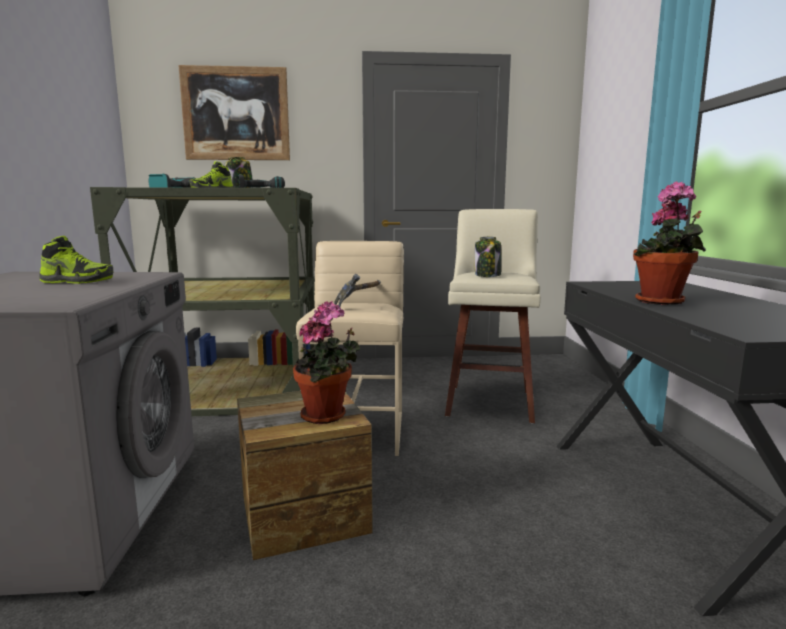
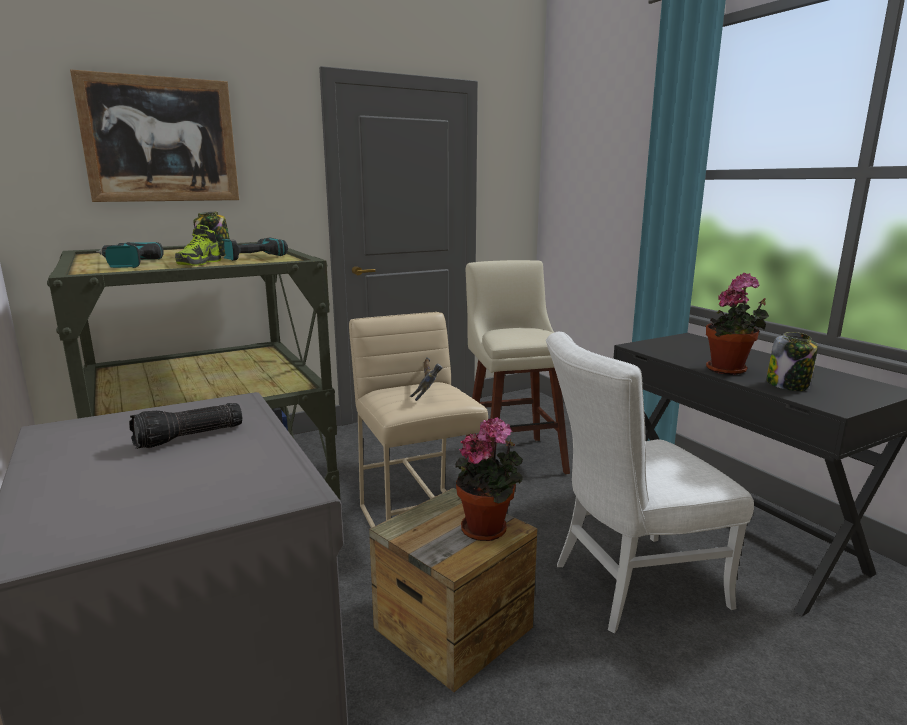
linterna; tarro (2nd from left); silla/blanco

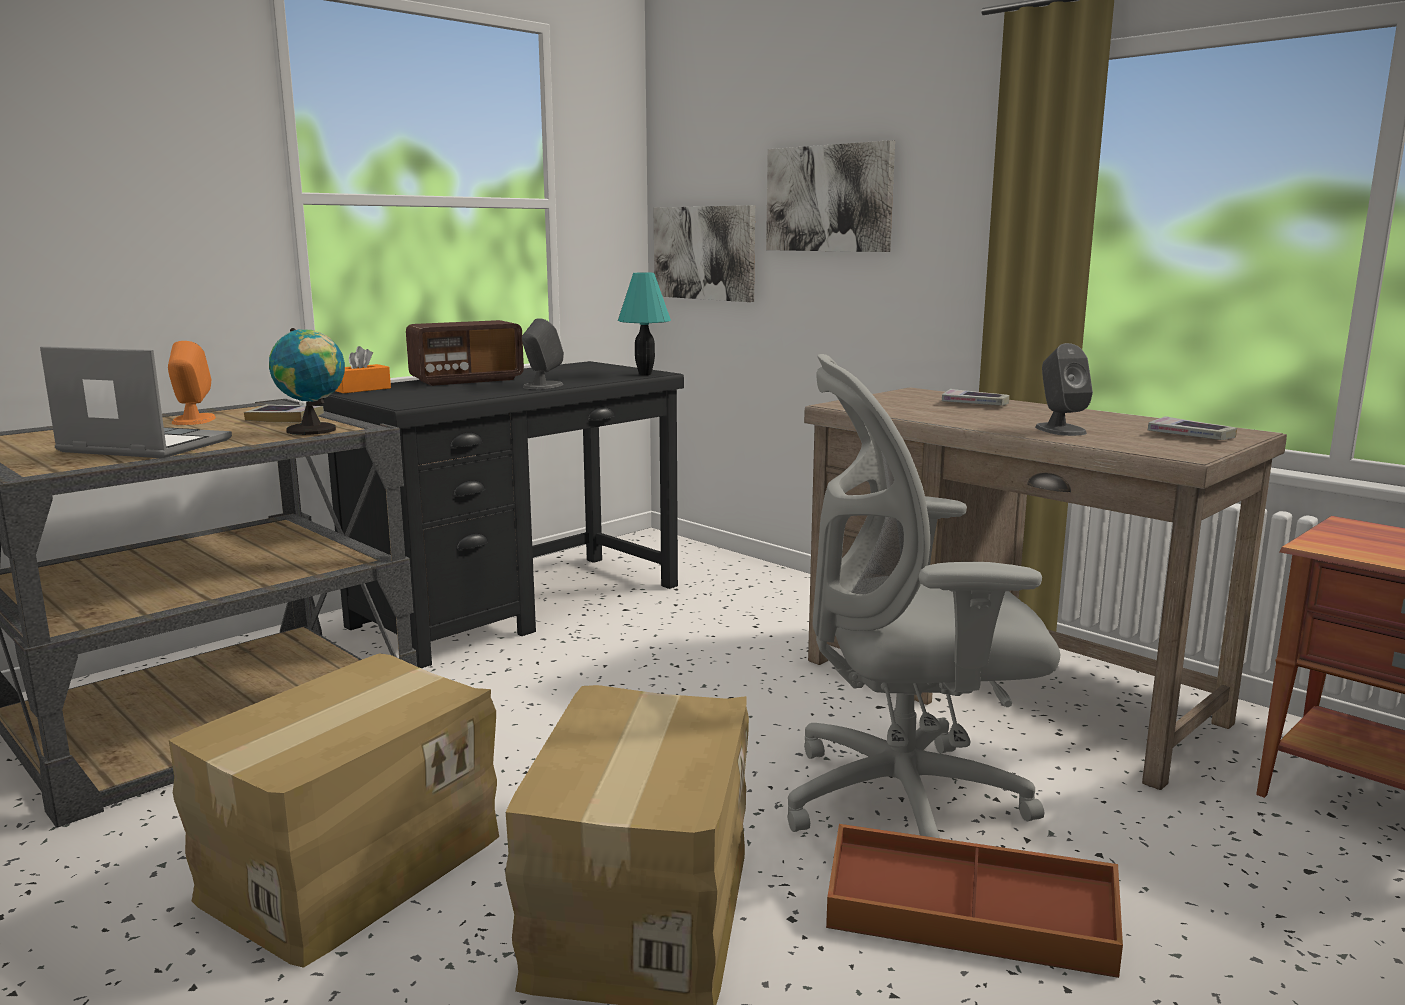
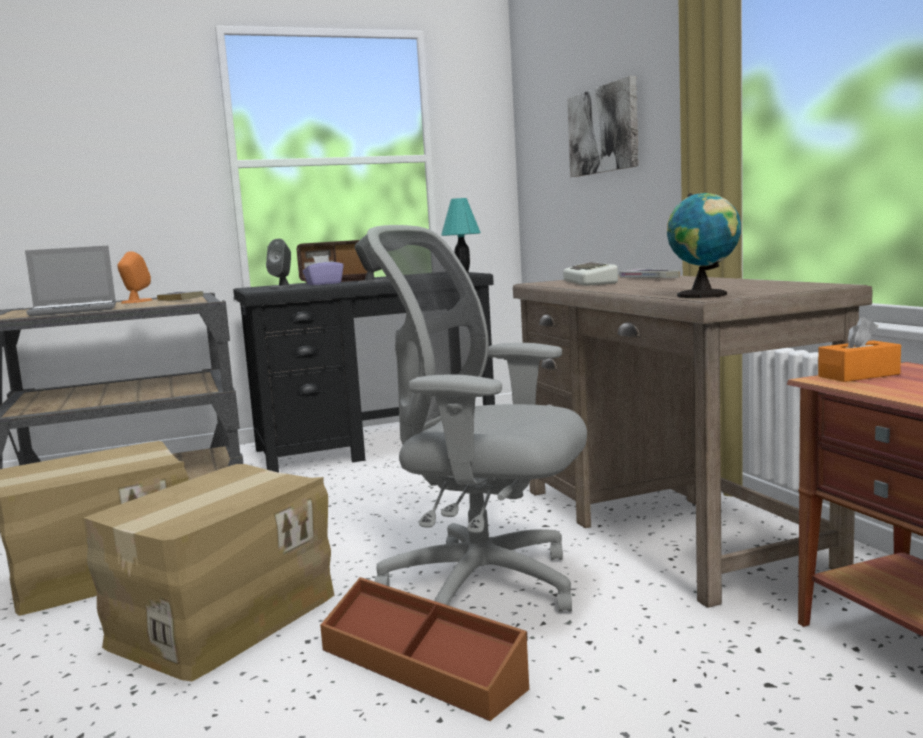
portátil; globo terráqueo; caja de pañuelos/naranja; cuadro (1st from left in the first image); altavoz/gris (1st from left); libro (3rd from left in the first image); caja de pañuelos/morado; teclado

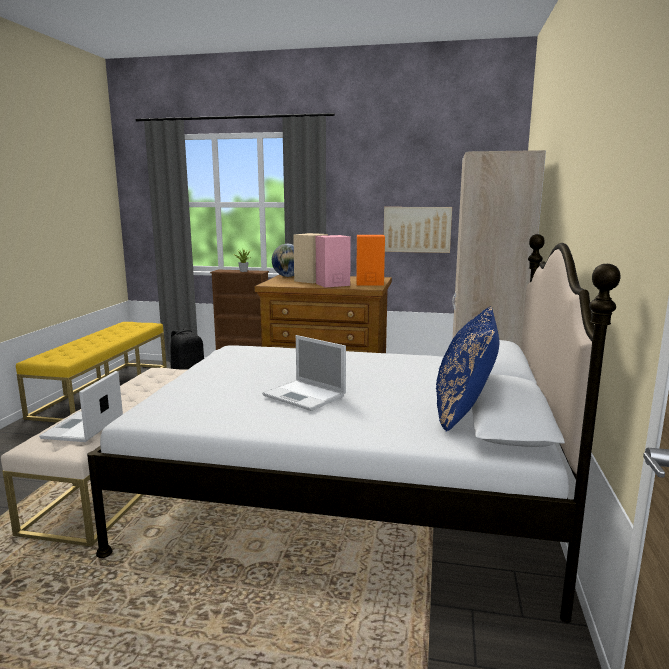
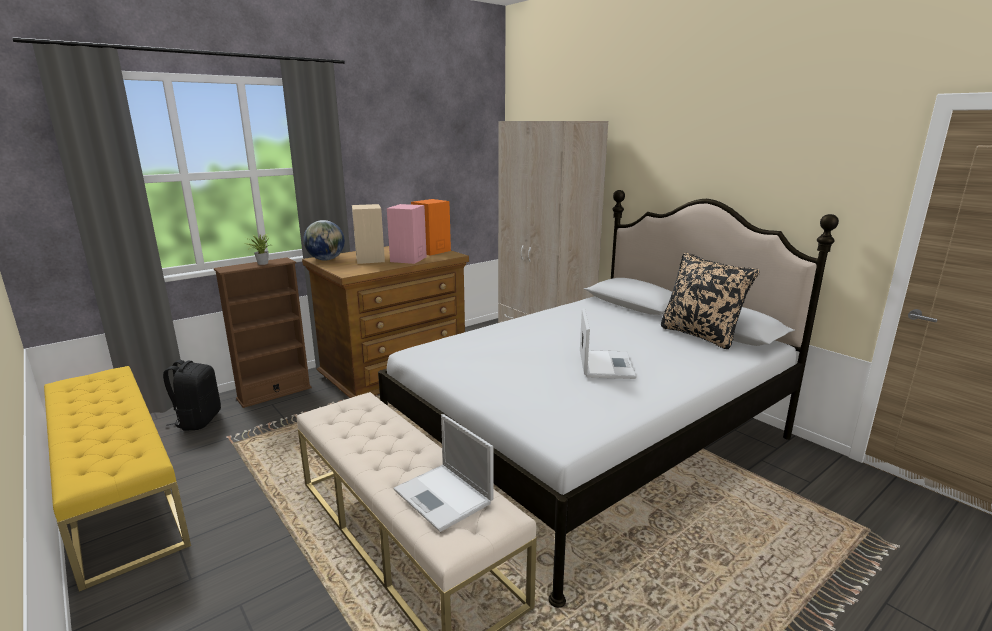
portátil (2nd from left); cuadro; cojín/negro

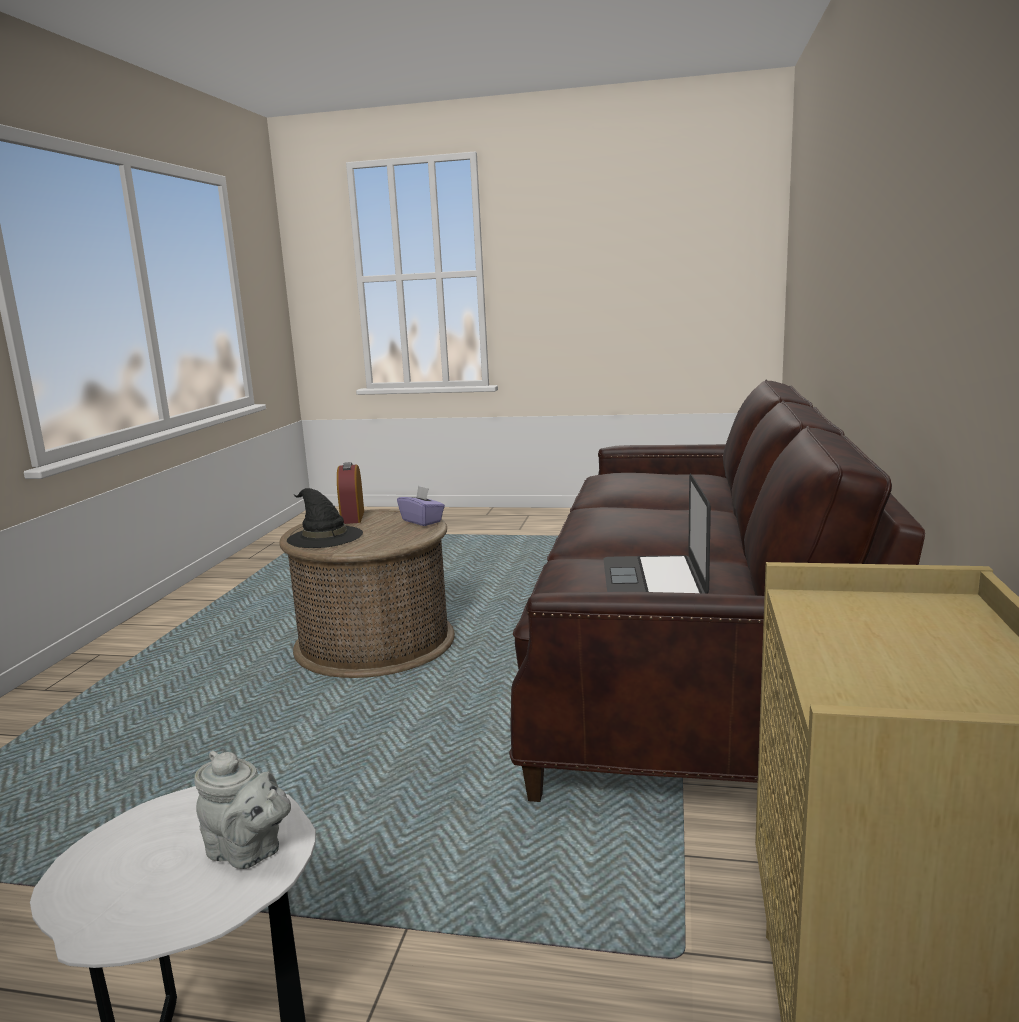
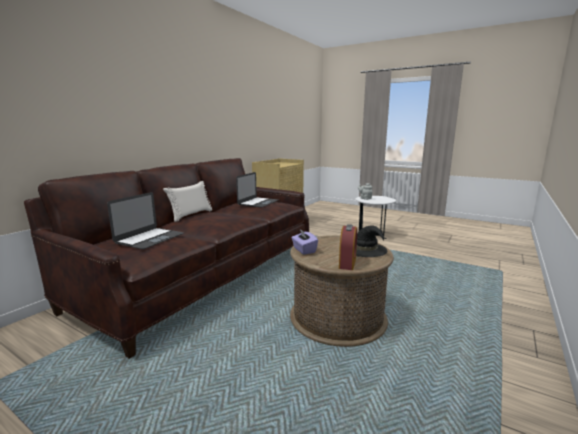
portátil (1st from left); cojín/blanco

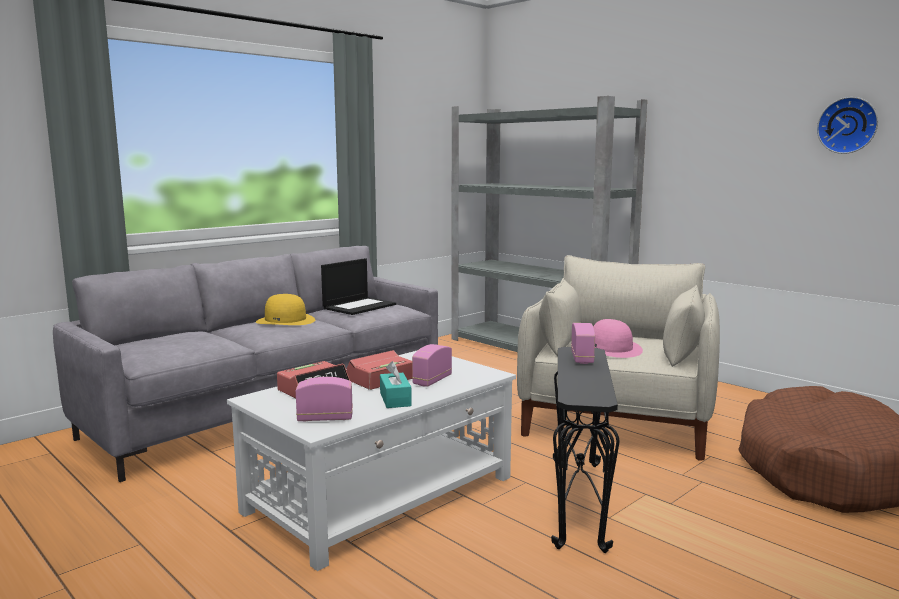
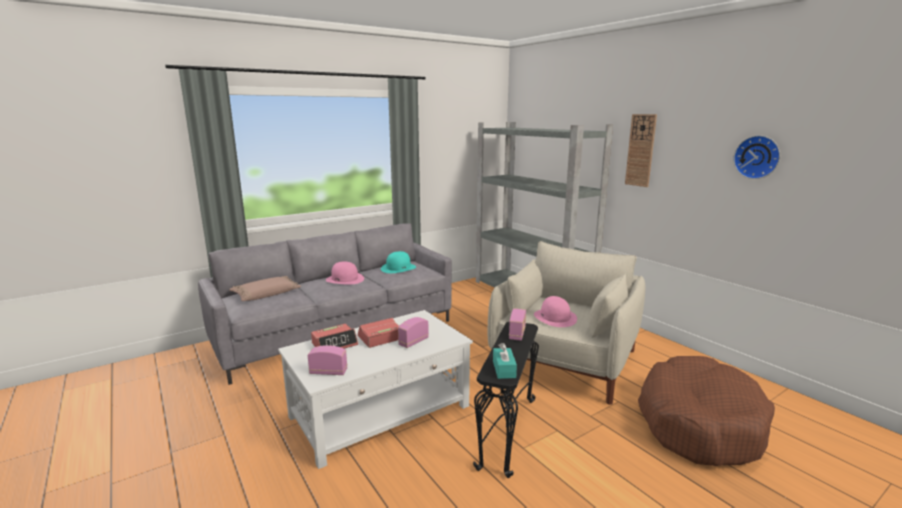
sombrero/rosa (1st from left); sombrero/turquesa; caja de pañuelos/turquesa; cojín/beis; reloj de pared (1st from left)

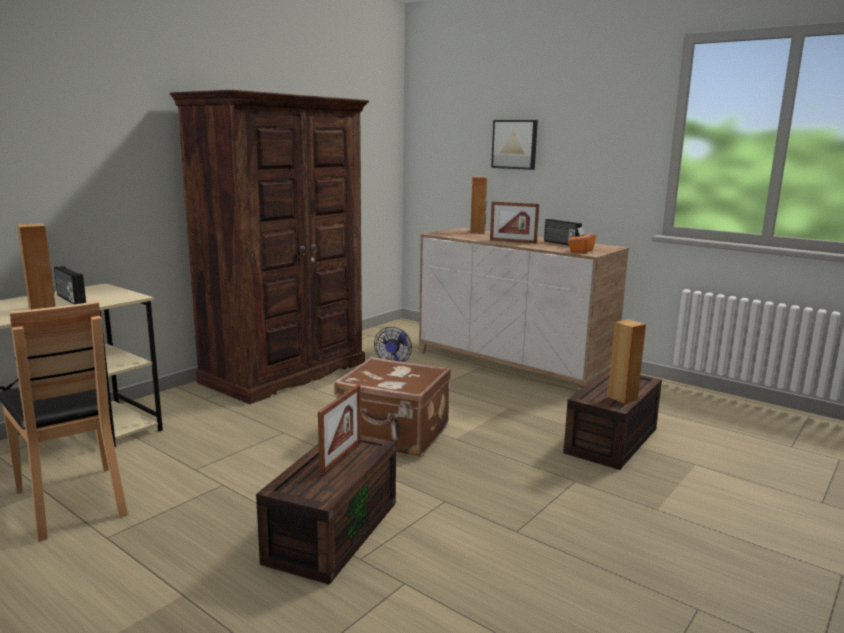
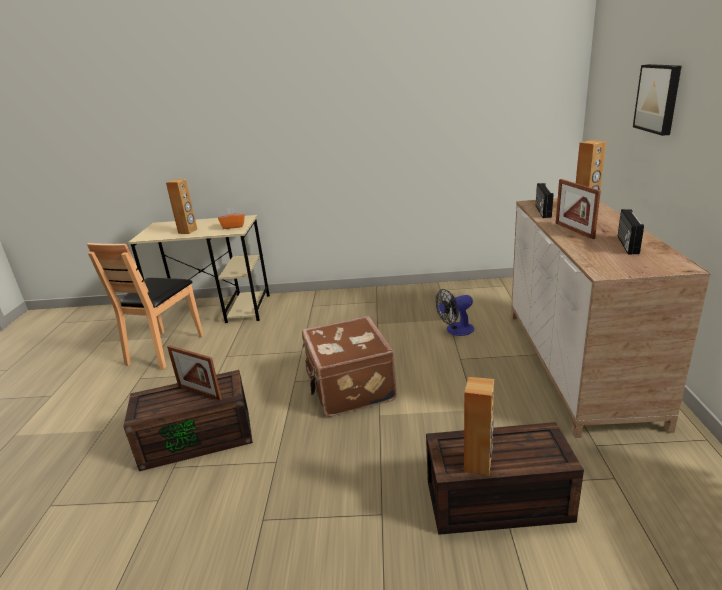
radio (1st from left); armario ropero/marrón; portarretratos (1st from left); caja de pañuelos/naranja

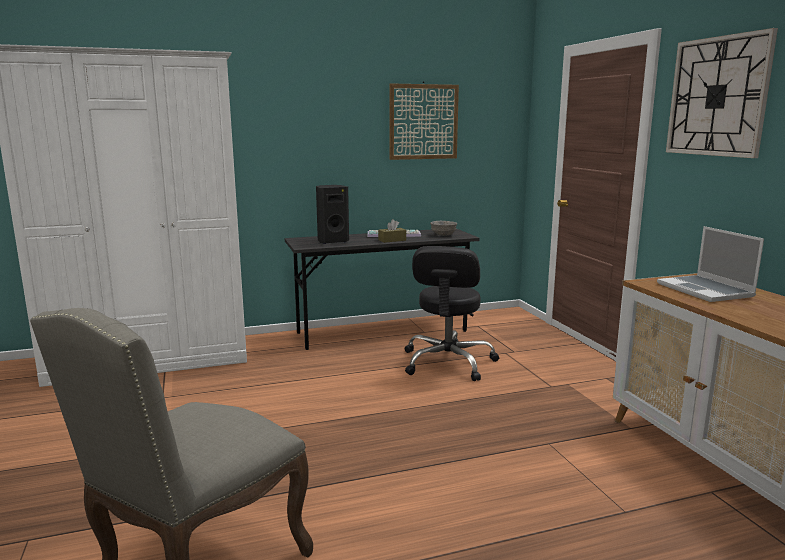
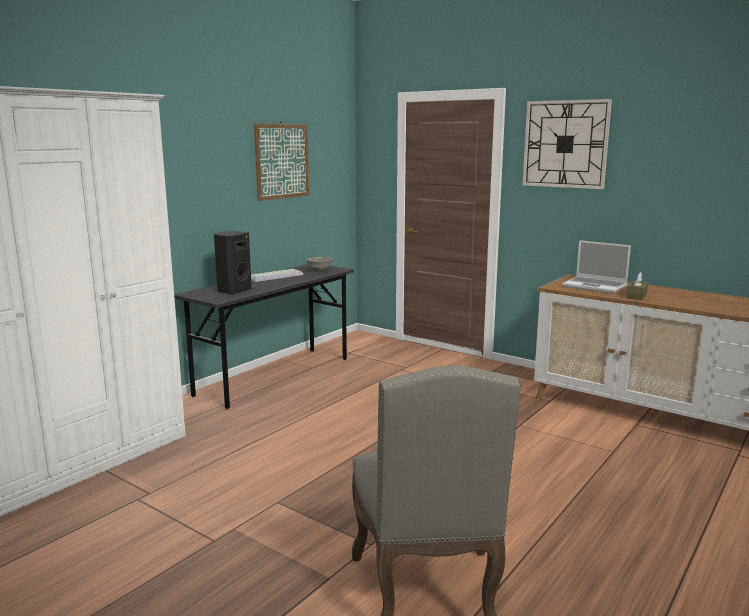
caja de pañuelos/marrón; silla de oficina/negro

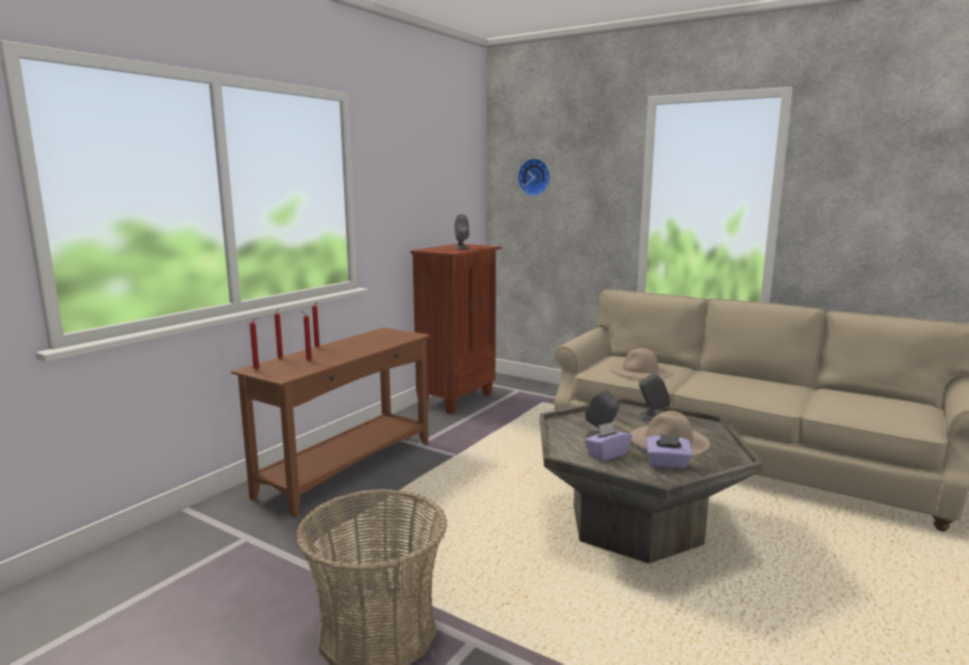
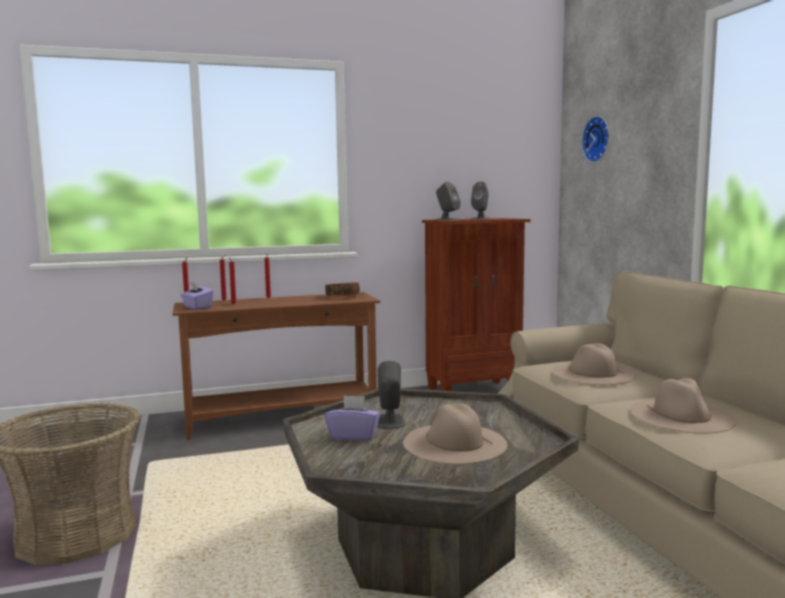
altavoz/gris (2nd from left); caja de pañuelos/morado (1st from left); cuenco; sombrero/beis (3rd from left)

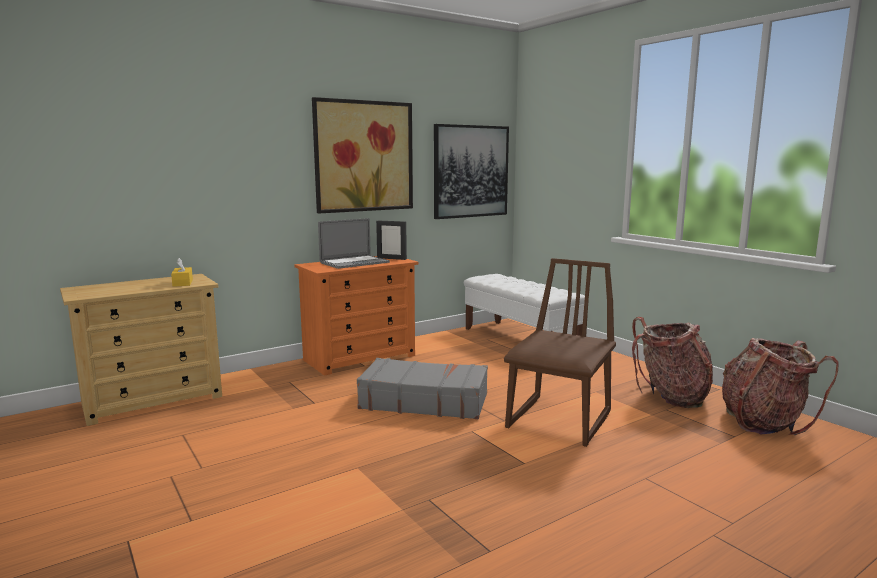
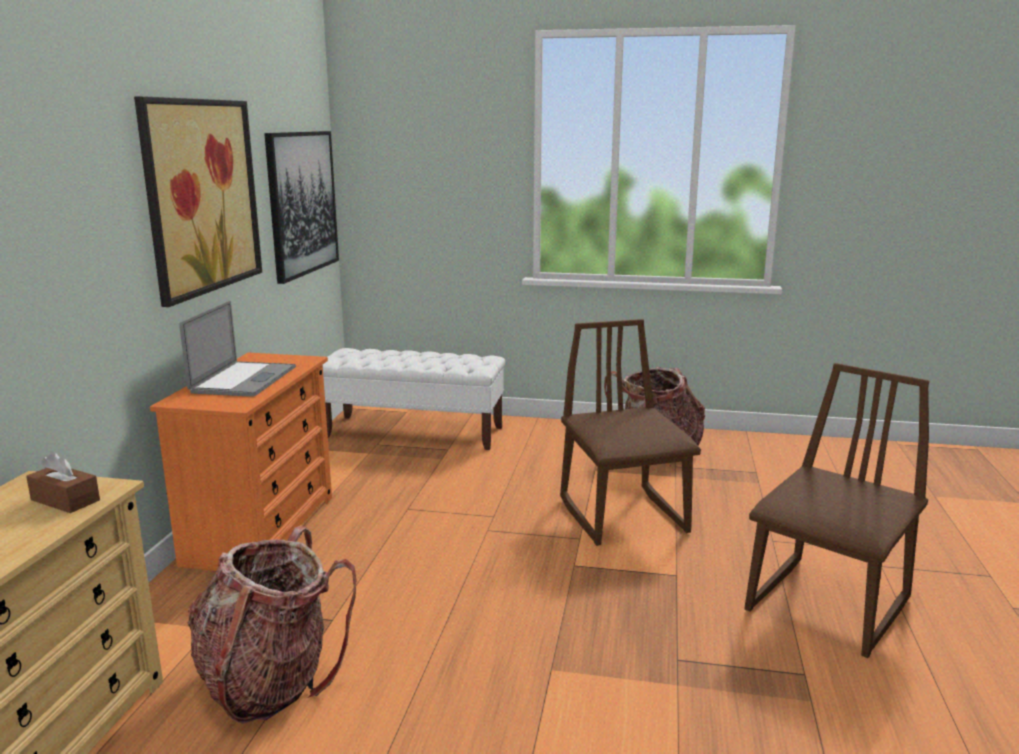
caja de pañuelos/marrón; maleta/gris; portarretratos; mochila (1st from left); silla/marrón (2nd from left)

